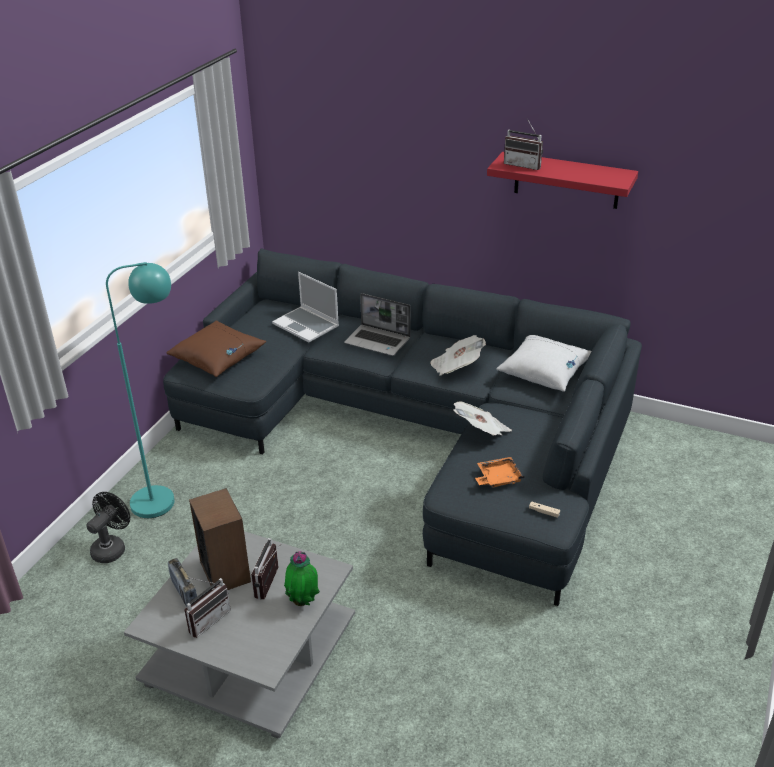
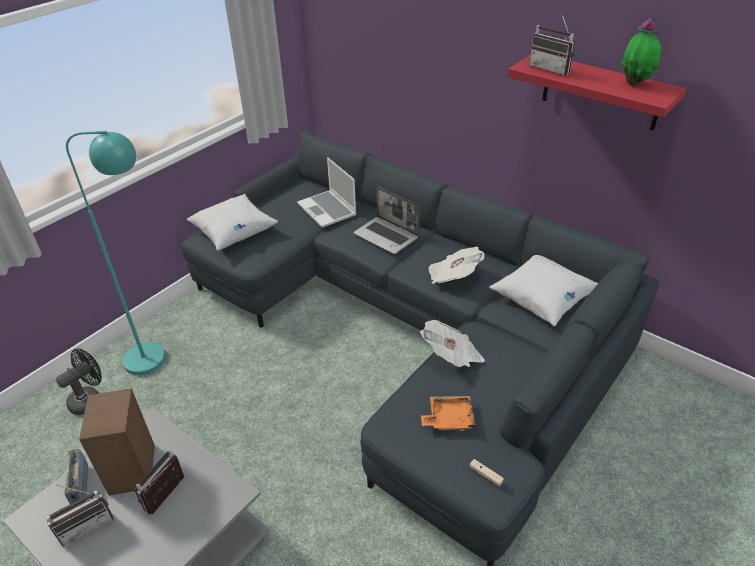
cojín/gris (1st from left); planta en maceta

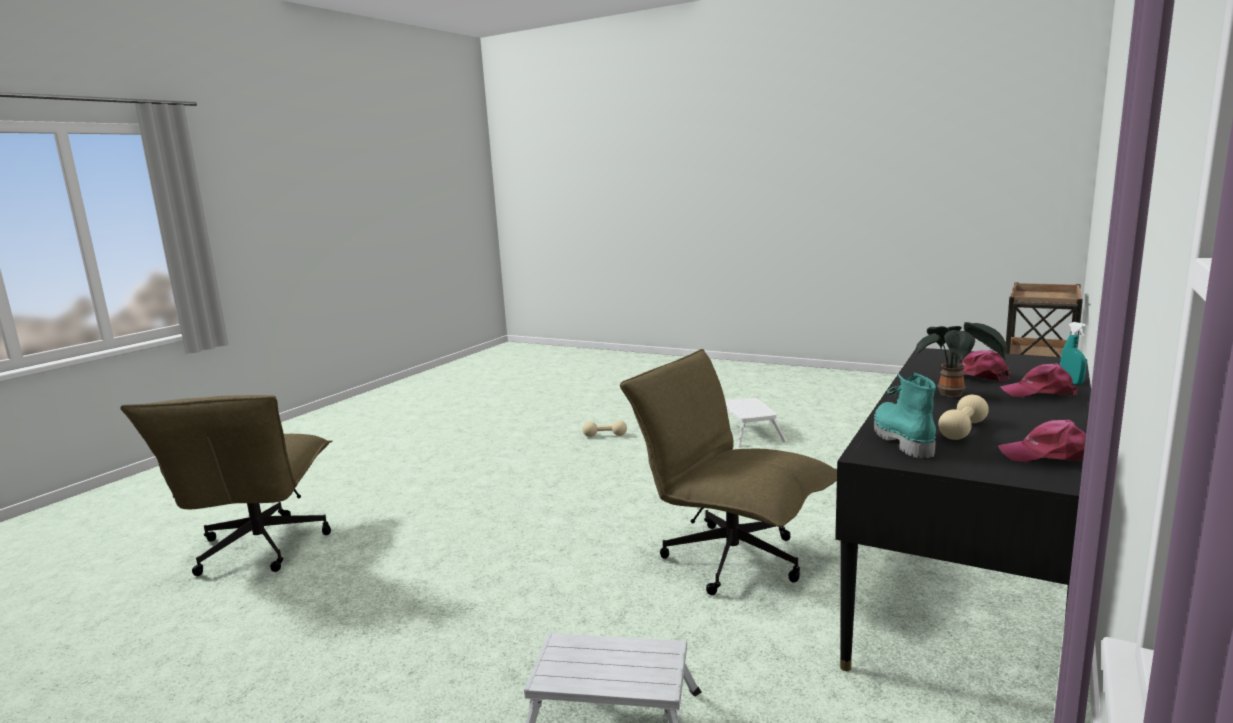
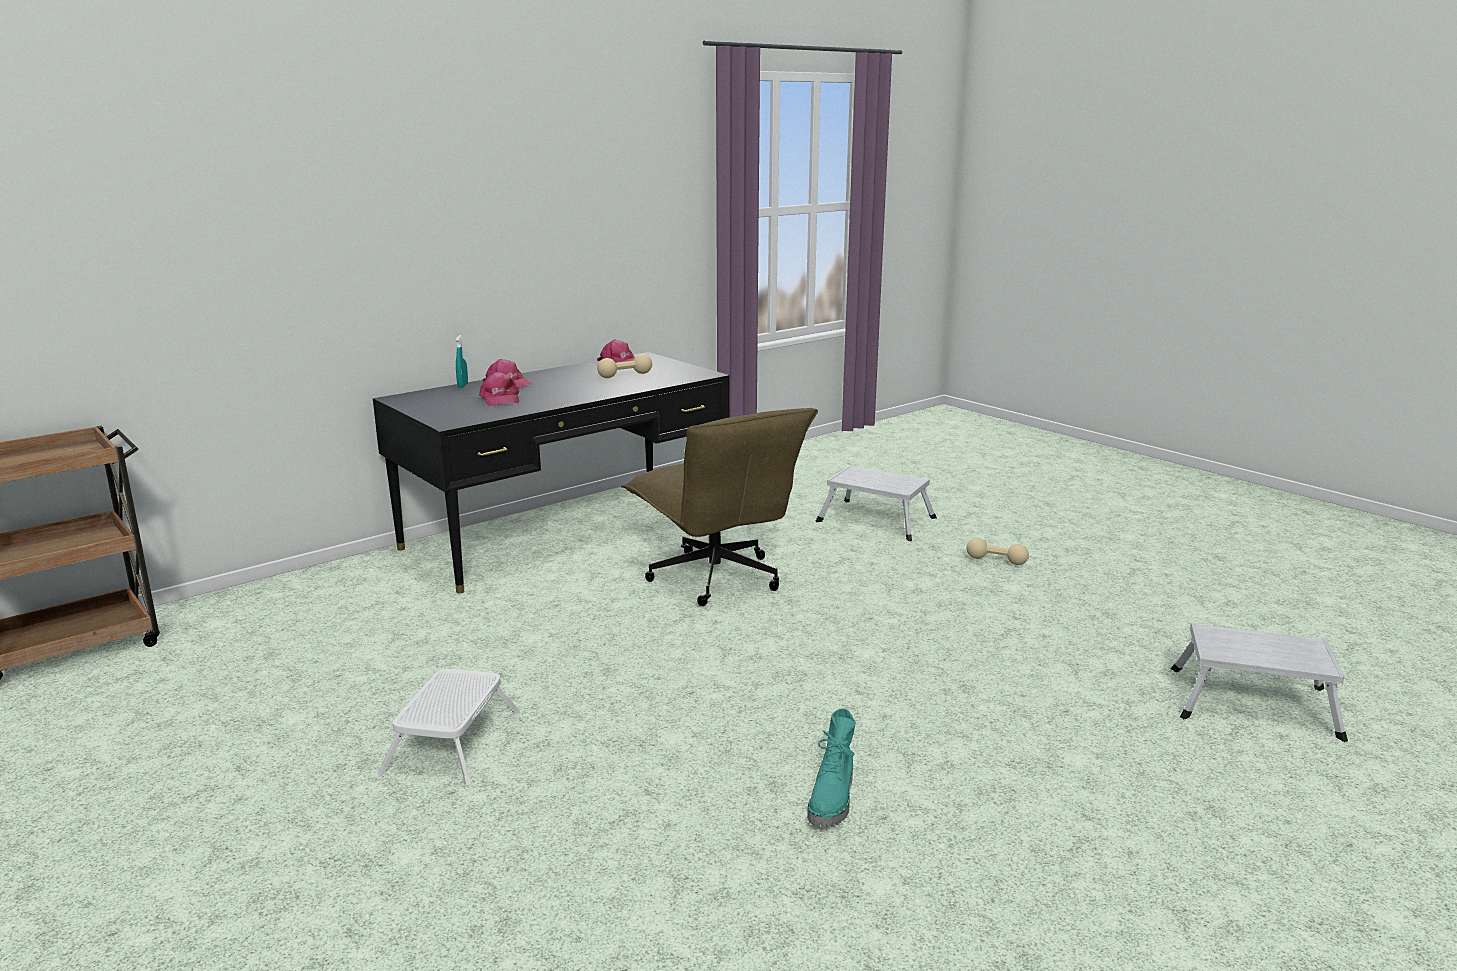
escalera de tijera/blanco (3rd from left); mancuerna/beis (2nd from left); bota/turquesa; planta en maceta

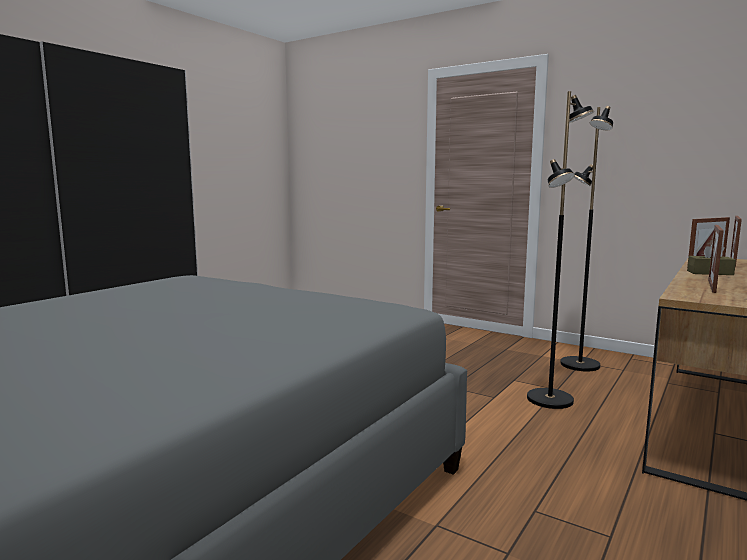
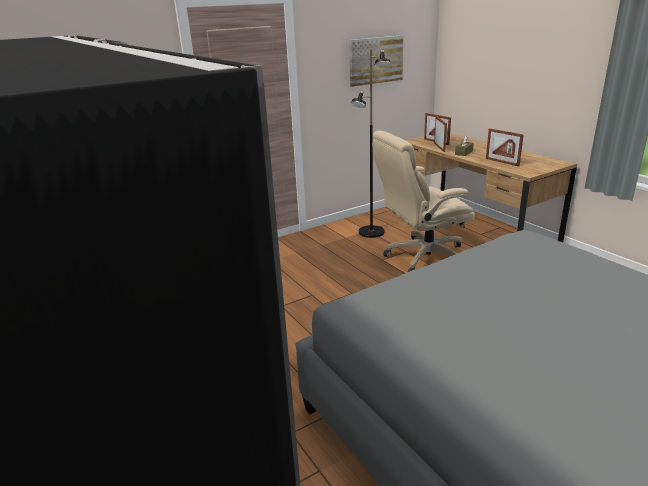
silla de oficina/beis; cuadro

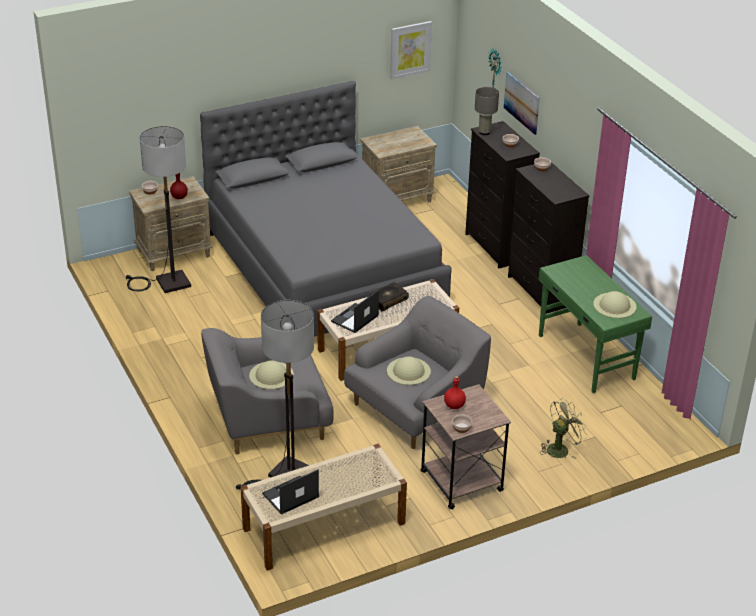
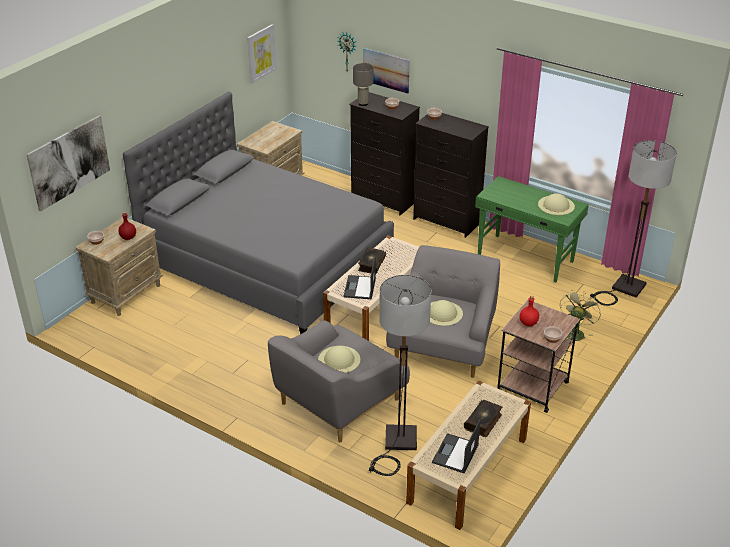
lámpara de pie (2nd from left); cuadro (1st from left); libro (2nd from left)

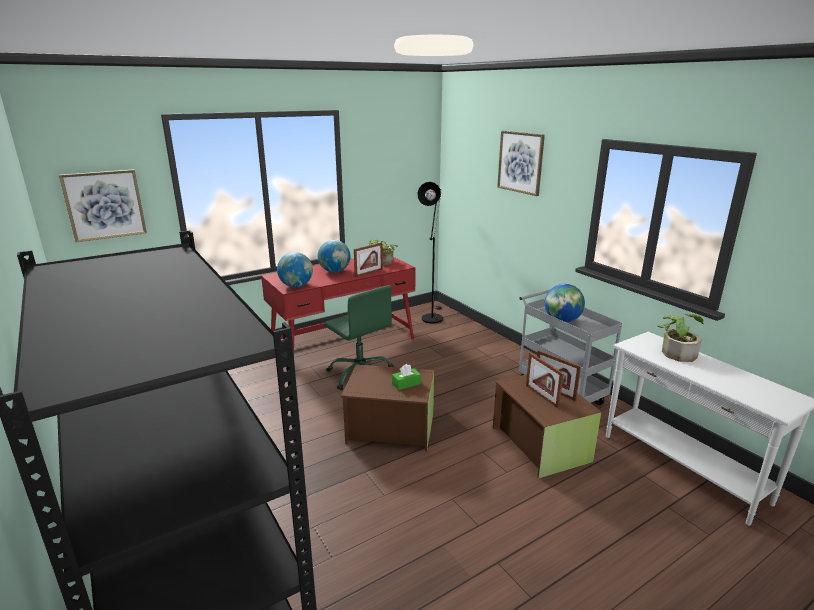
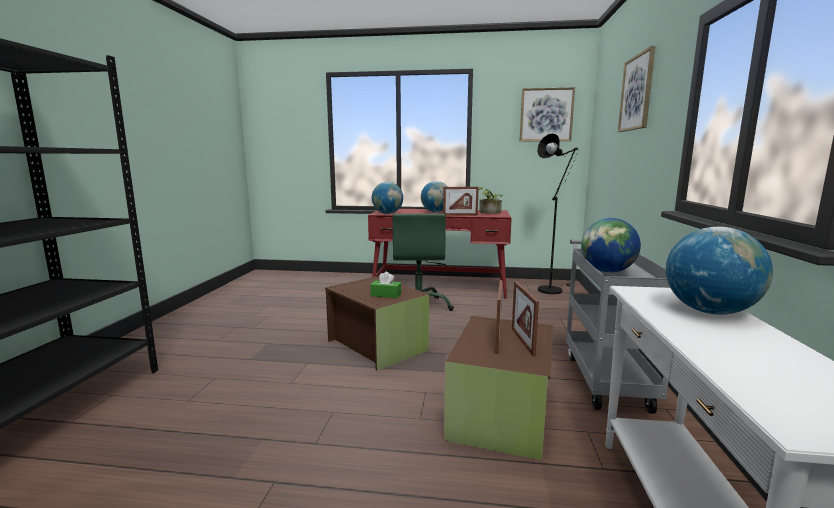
cuadro (1st from left); globo terráqueo (4th from left)

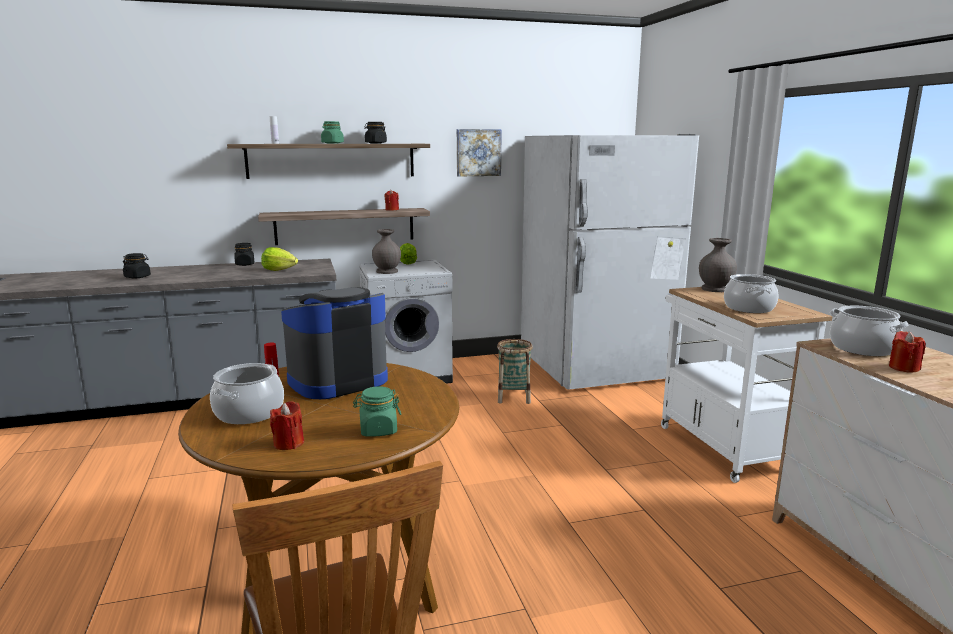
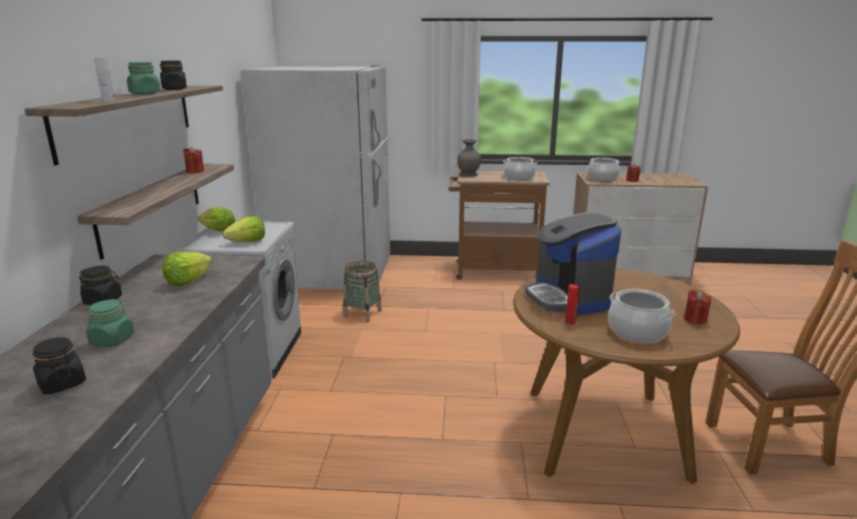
tarro/verde (1st from left); lechuga (3rd from left); cuadro; carrito/marrón

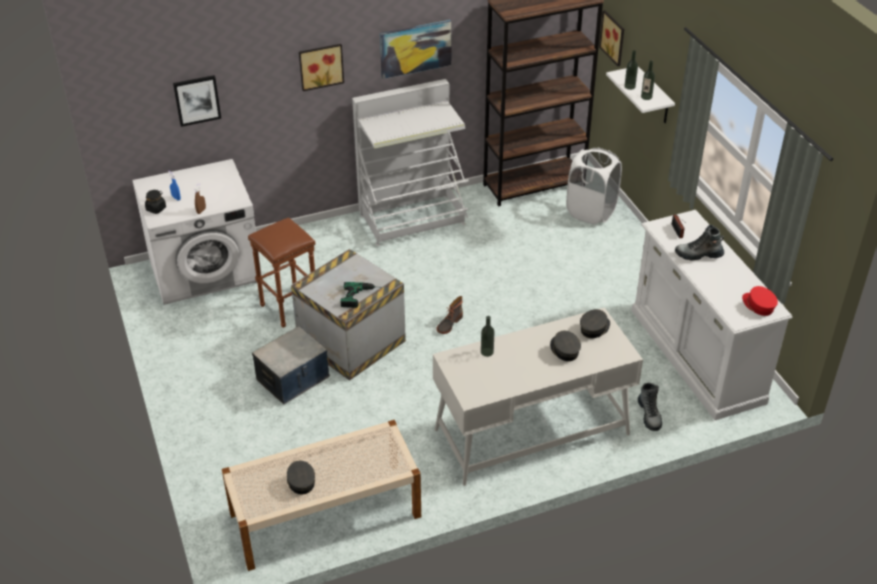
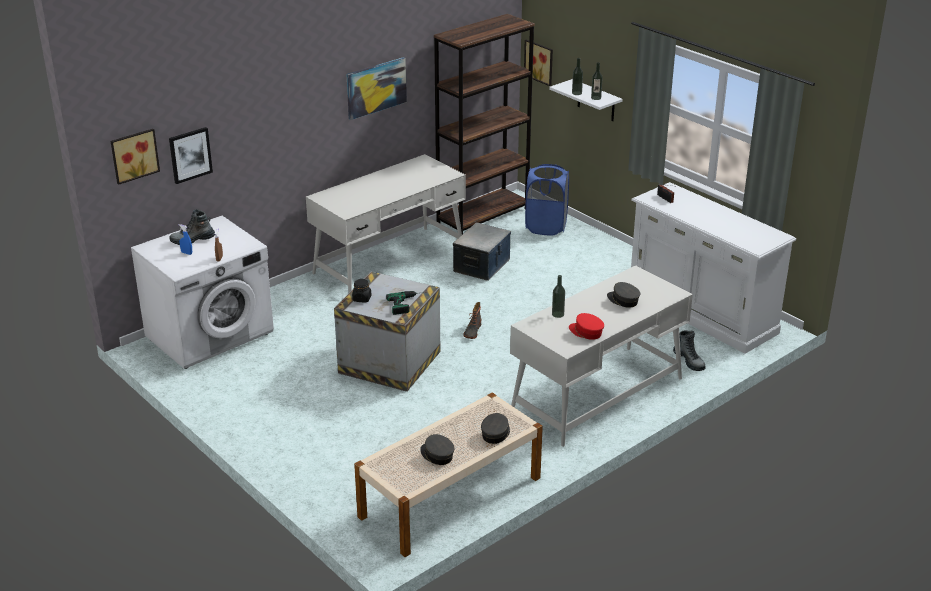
tarro/negro; taburete/marrón; caja de almacenaje; cuadro (1st from left); escritorio/blanco (1st from left); cesto de la ropa/azul; gorra/gris (2nd from left); bota (1st from left); gorra/rojo

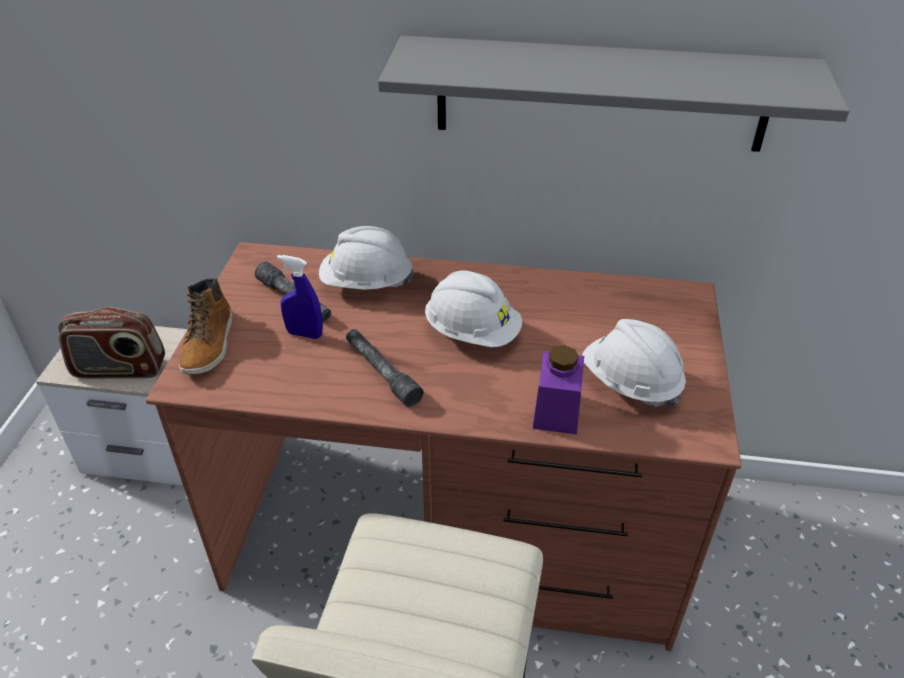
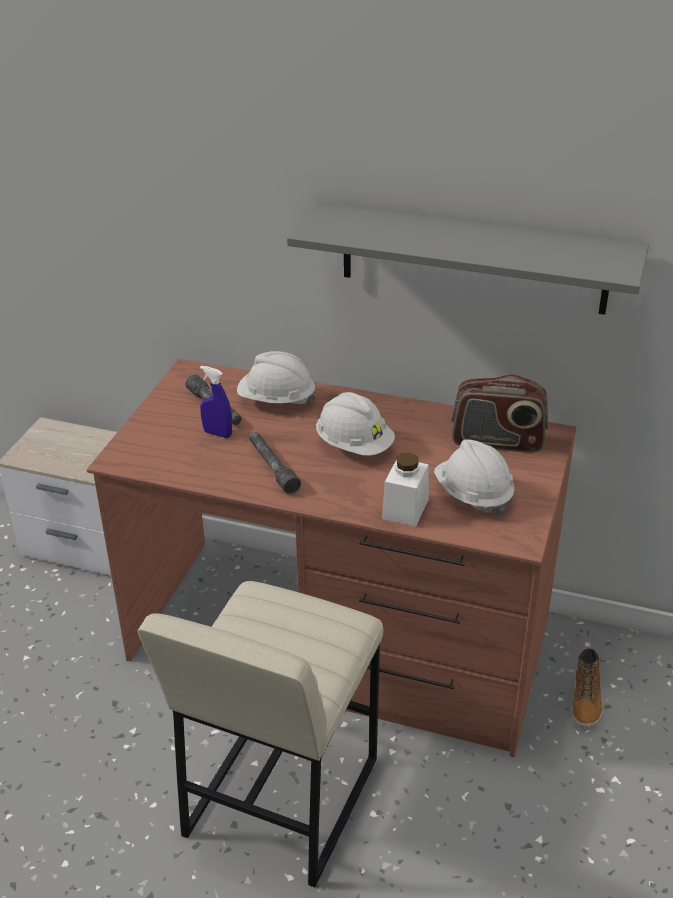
radio; bota; tarro/blanco

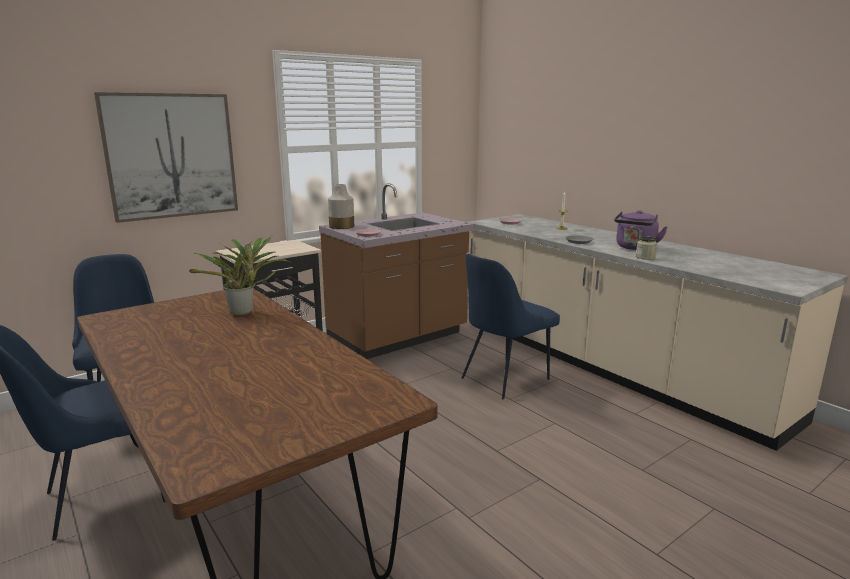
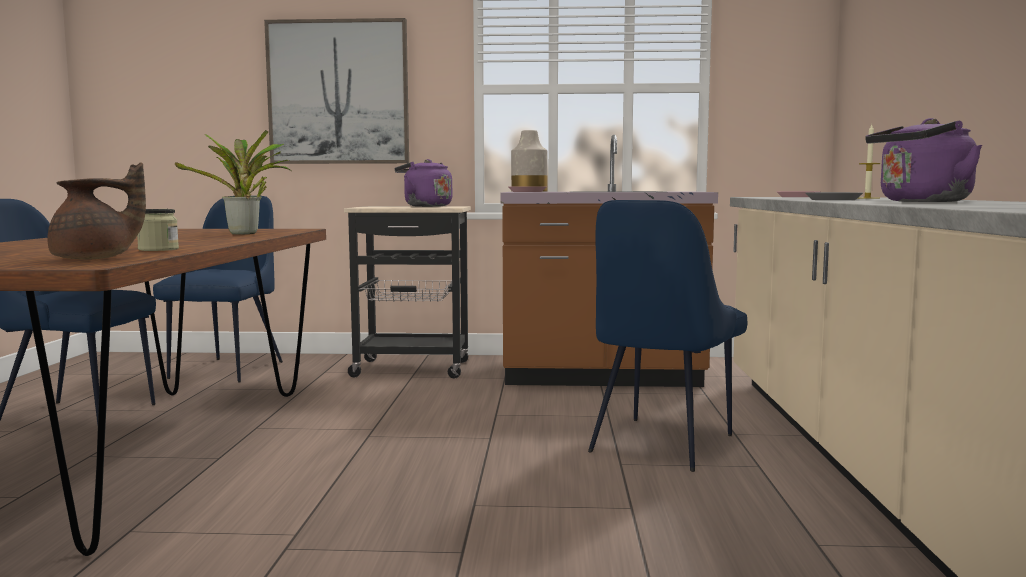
silla/azul (3rd from left); tarro; tetera/marrón; hervidor/morado (1st from left)

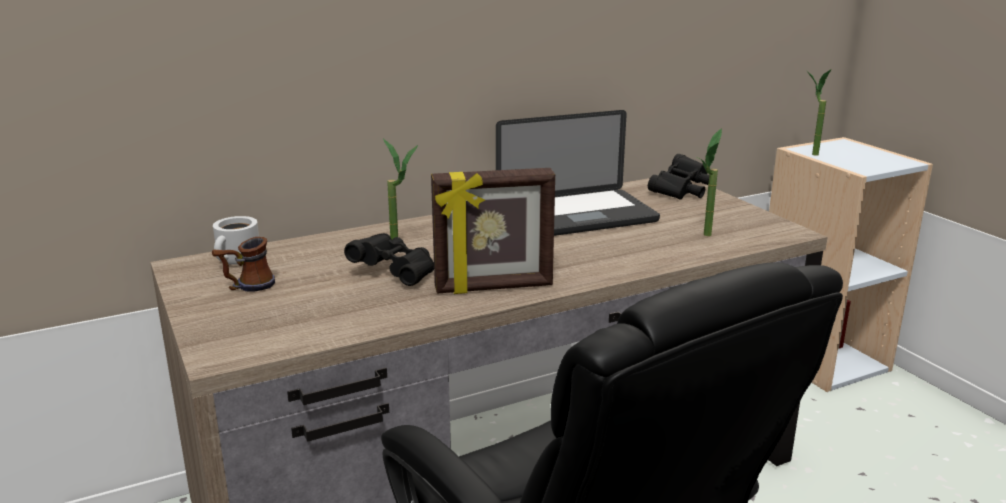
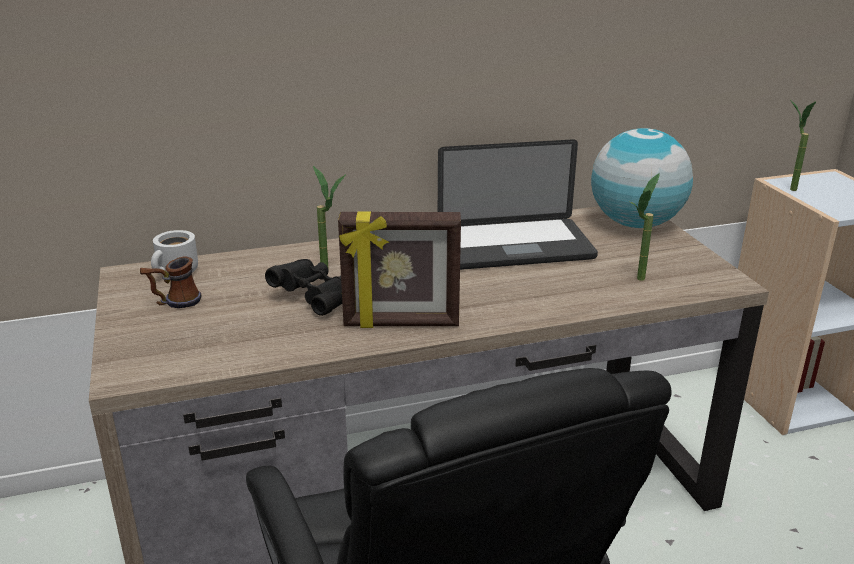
globo terráqueo

